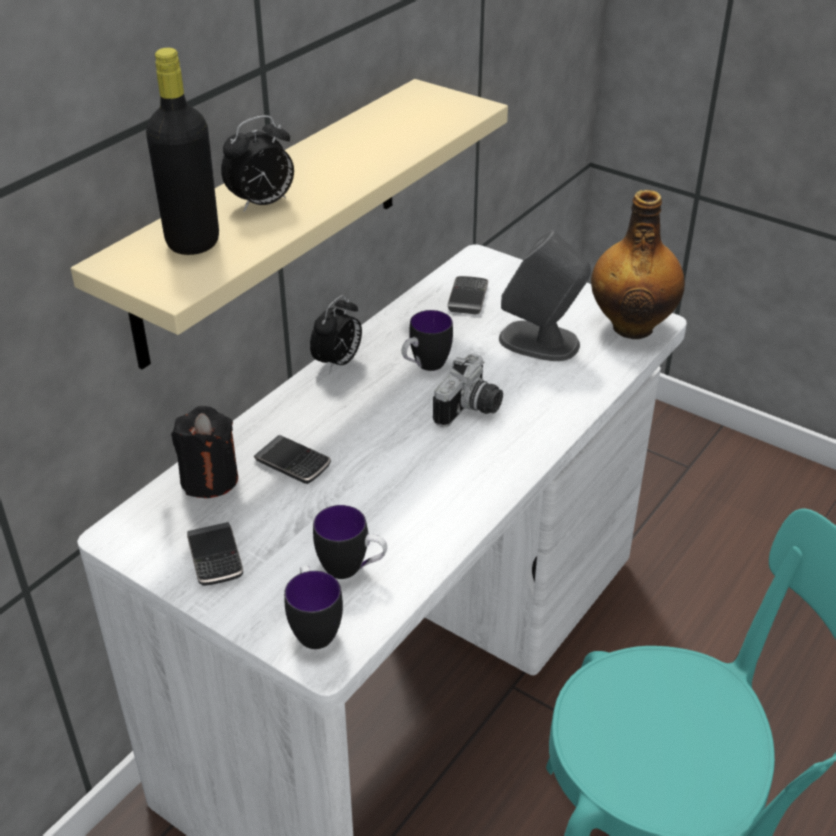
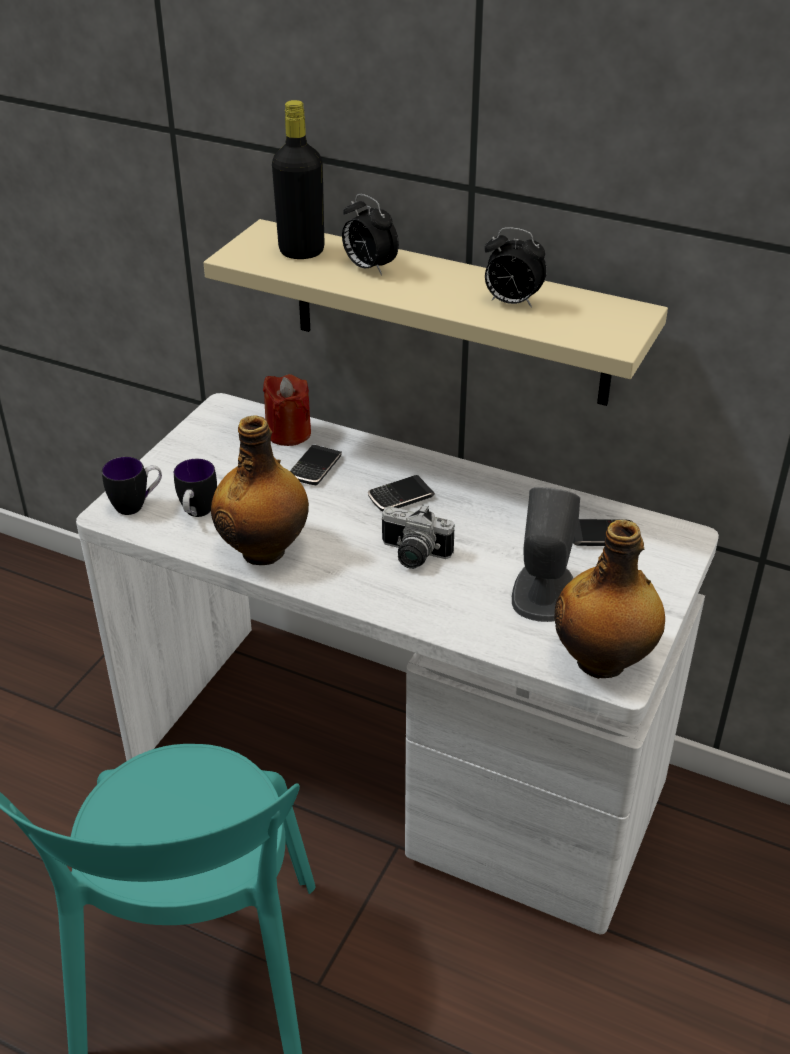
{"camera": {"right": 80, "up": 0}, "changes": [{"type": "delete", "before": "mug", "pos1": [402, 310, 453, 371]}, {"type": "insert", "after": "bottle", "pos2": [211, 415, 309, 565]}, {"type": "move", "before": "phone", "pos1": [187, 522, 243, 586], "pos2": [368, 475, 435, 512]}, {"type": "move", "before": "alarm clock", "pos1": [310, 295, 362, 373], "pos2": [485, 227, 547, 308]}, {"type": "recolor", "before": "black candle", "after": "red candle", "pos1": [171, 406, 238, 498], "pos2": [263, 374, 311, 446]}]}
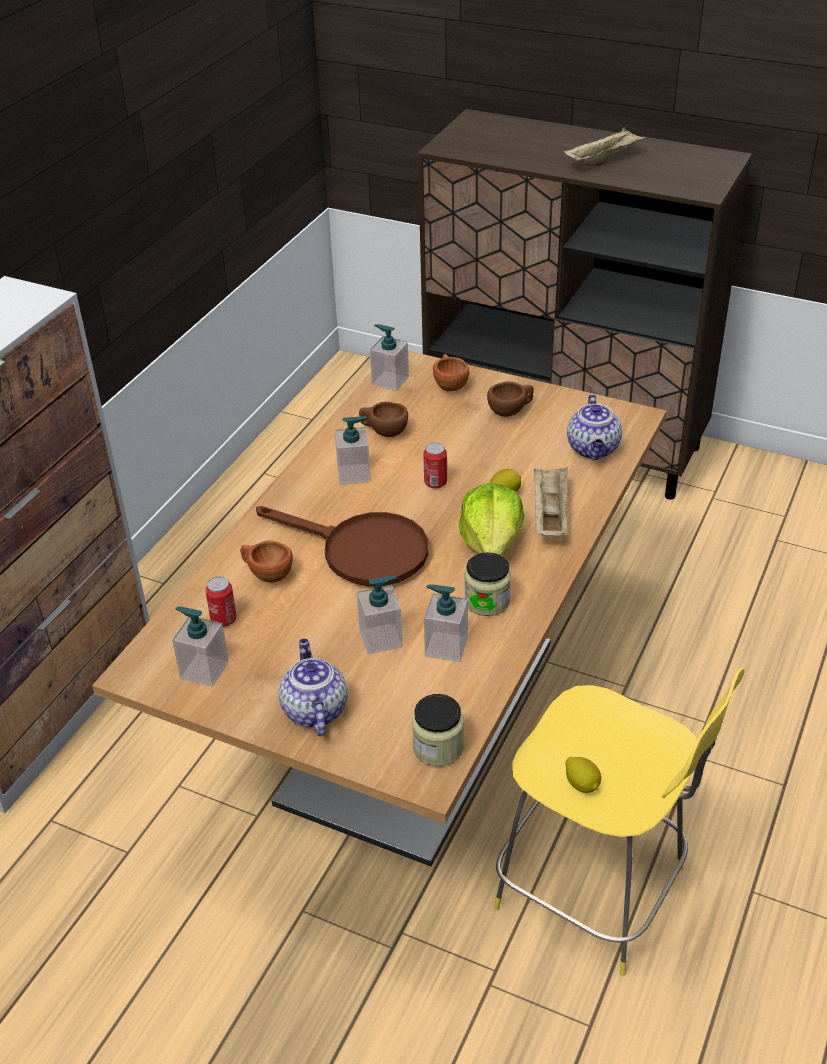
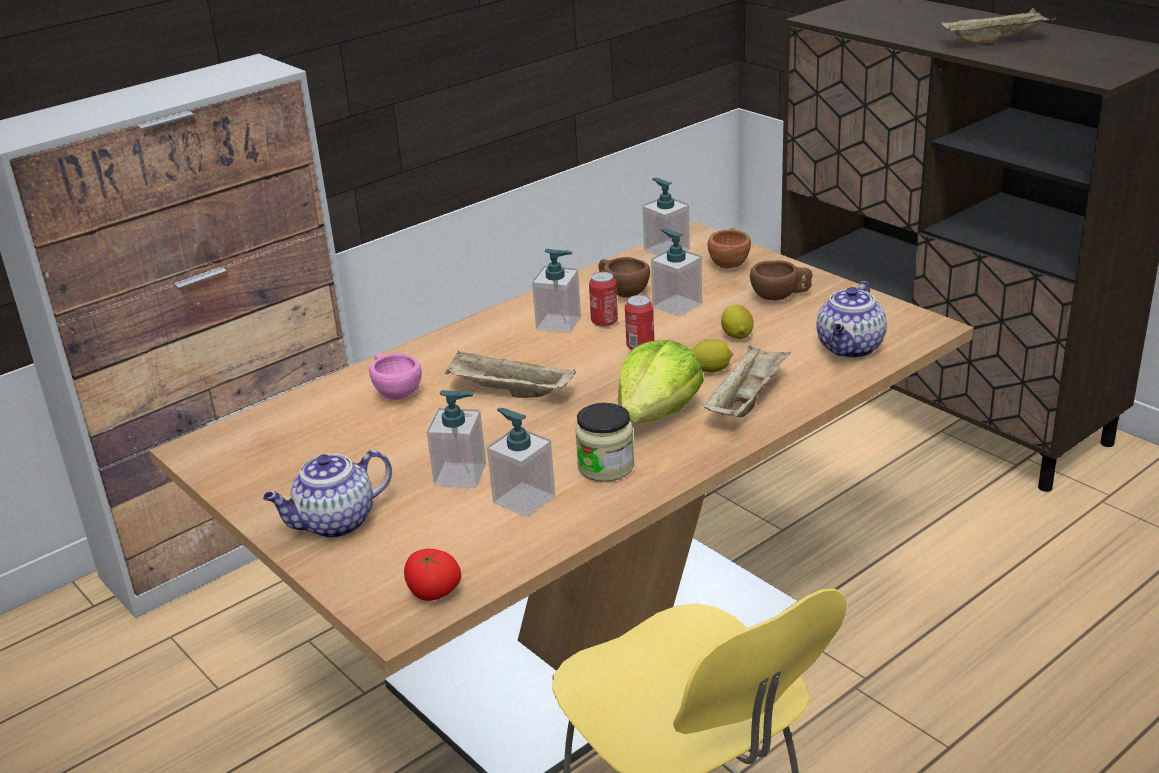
{"camera": {"right": 25, "up": -10}, "changes": [{"type": "move", "before": "soap dispenser", "pos1": [172, 607, 229, 687], "pos2": [651, 228, 702, 316]}, {"type": "move", "before": "can", "pos1": [205, 577, 237, 627], "pos2": [589, 272, 618, 327]}, {"type": "move", "before": "lemon", "pos1": [565, 757, 601, 793], "pos2": [721, 305, 754, 339]}, {"type": "replace", "before": "brown frying pan", "after": "beige tray", "pos1": [256, 506, 428, 586], "pos2": [445, 351, 576, 398]}, {"type": "replace", "before": "jar", "after": "tomato", "pos1": [412, 694, 464, 766], "pos2": [404, 549, 461, 601]}, {"type": "recolor", "before": "brown cup", "after": "pink cup", "pos1": [240, 540, 293, 583], "pos2": [369, 353, 422, 400]}, {"type": "rotate", "before": "teapot", "pos1": [279, 639, 348, 736], "pos2": [263, 450, 392, 538], "turn": -135}]}
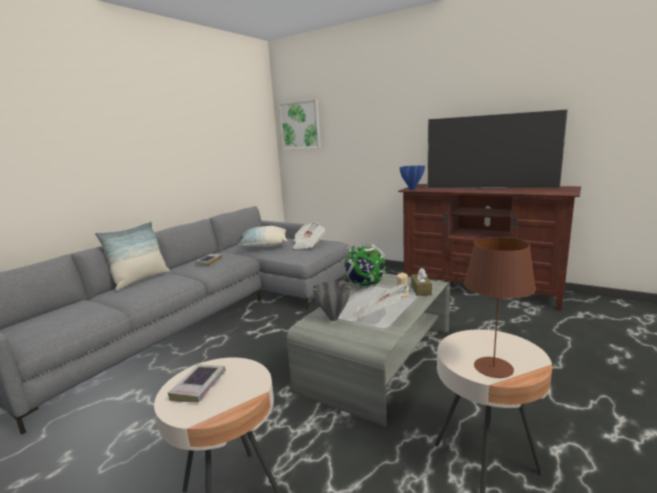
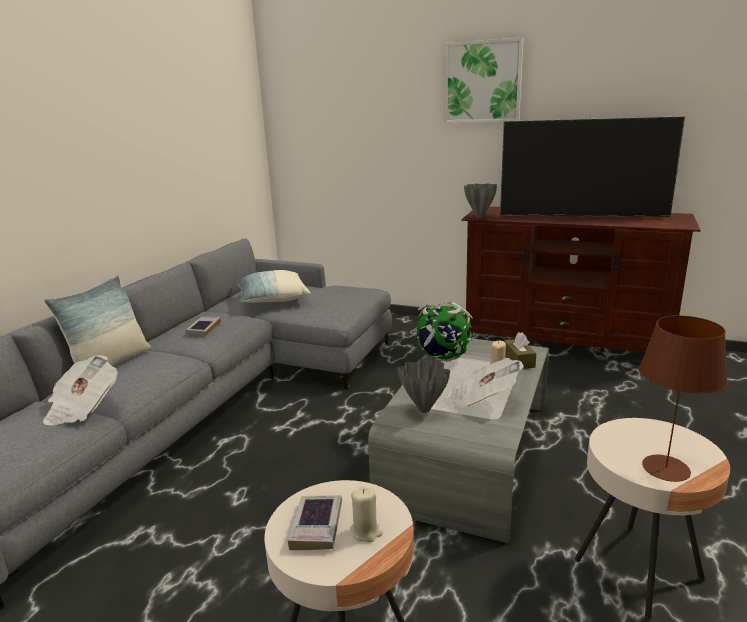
{"camera": {"right": -10, "up": 5}, "changes": [{"type": "insert", "after": "beige candle", "pos2": [350, 487, 383, 542]}, {"type": "move", "before": "picture", "pos1": [279, 99, 321, 150], "pos2": [444, 38, 524, 123]}, {"type": "move", "before": "newspaper", "pos1": [293, 222, 325, 249], "pos2": [43, 355, 117, 425]}, {"type": "recolor", "before": "blue vase", "after": "grey vase", "pos1": [400, 165, 425, 190], "pos2": [464, 184, 497, 218]}]}
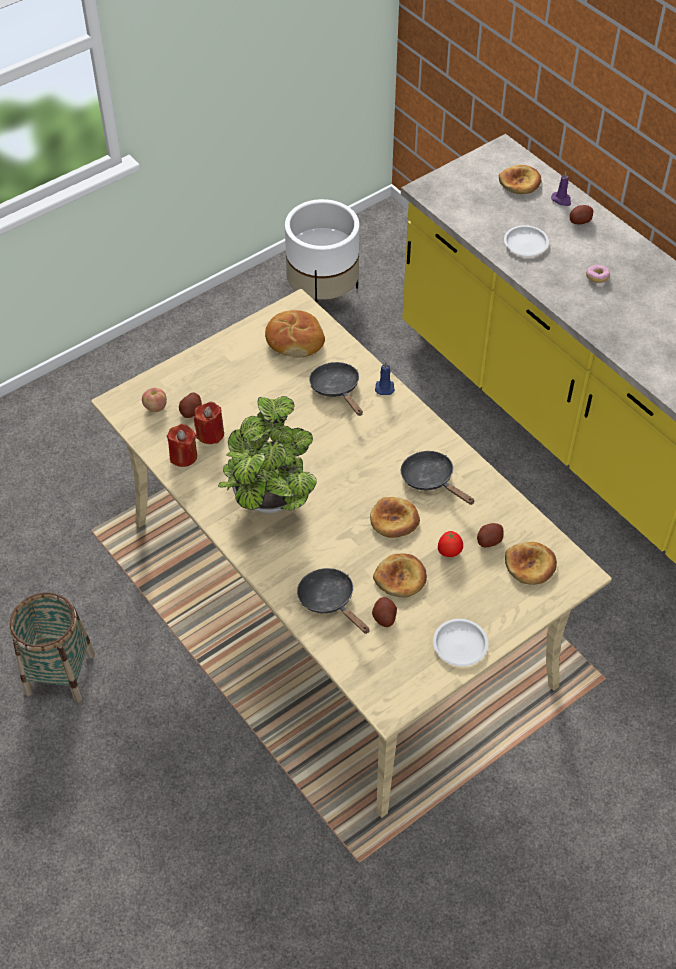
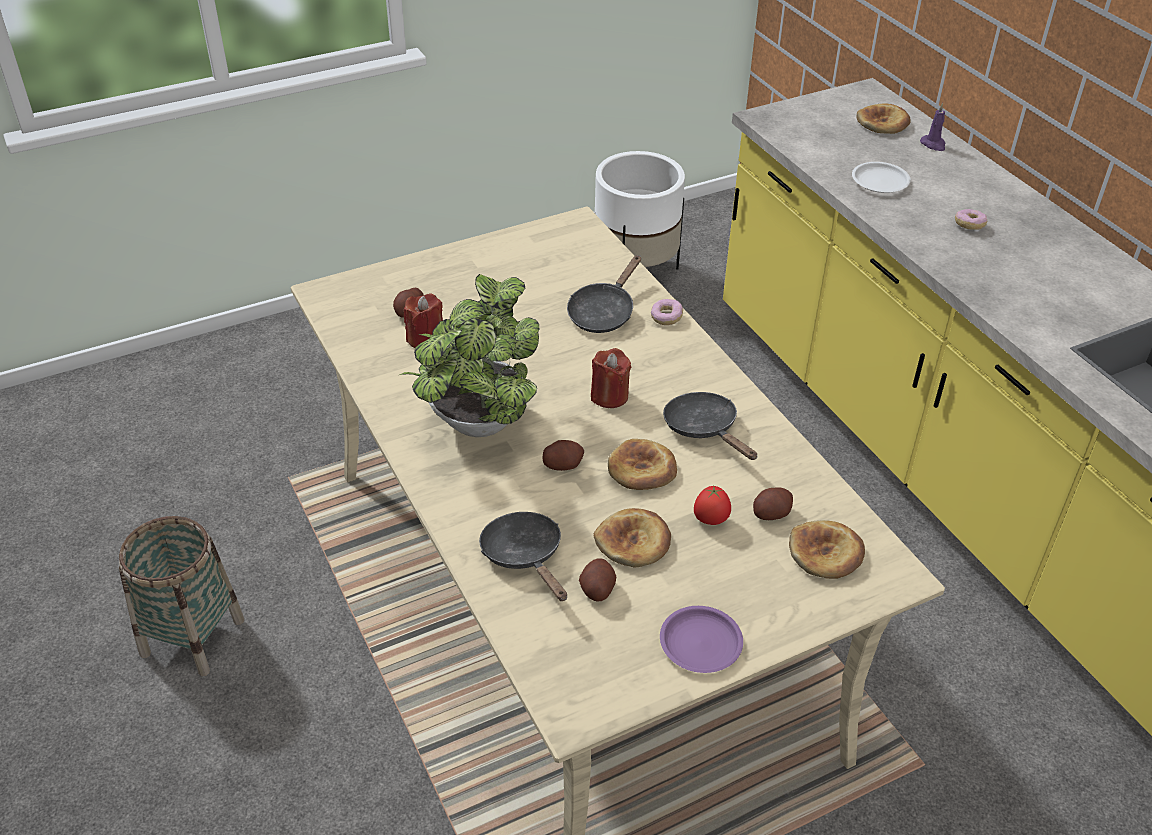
{"camera": {"right": 10, "up": -10}, "changes": [{"type": "delete", "before": "apple", "pos1": [142, 388, 167, 412]}, {"type": "delete", "before": "bread", "pos1": [265, 310, 325, 357]}, {"type": "move", "before": "red candle", "pos1": [167, 424, 197, 467], "pos2": [591, 348, 631, 408]}, {"type": "move", "before": "potato", "pos1": [570, 205, 593, 224], "pos2": [543, 440, 584, 471]}, {"type": "replace", "before": "blue candle", "after": "donut", "pos1": [375, 362, 395, 395], "pos2": [651, 299, 683, 325]}, {"type": "recolor", "before": "white plate", "after": "purple plate", "pos1": [433, 619, 488, 666], "pos2": [660, 606, 743, 673]}, {"type": "rotate", "before": "black frying pan", "pos1": [309, 362, 363, 416], "pos2": [567, 255, 641, 333], "turn": -135}]}
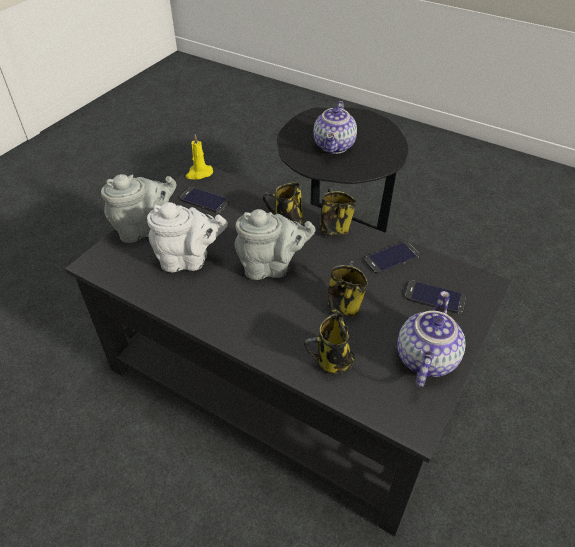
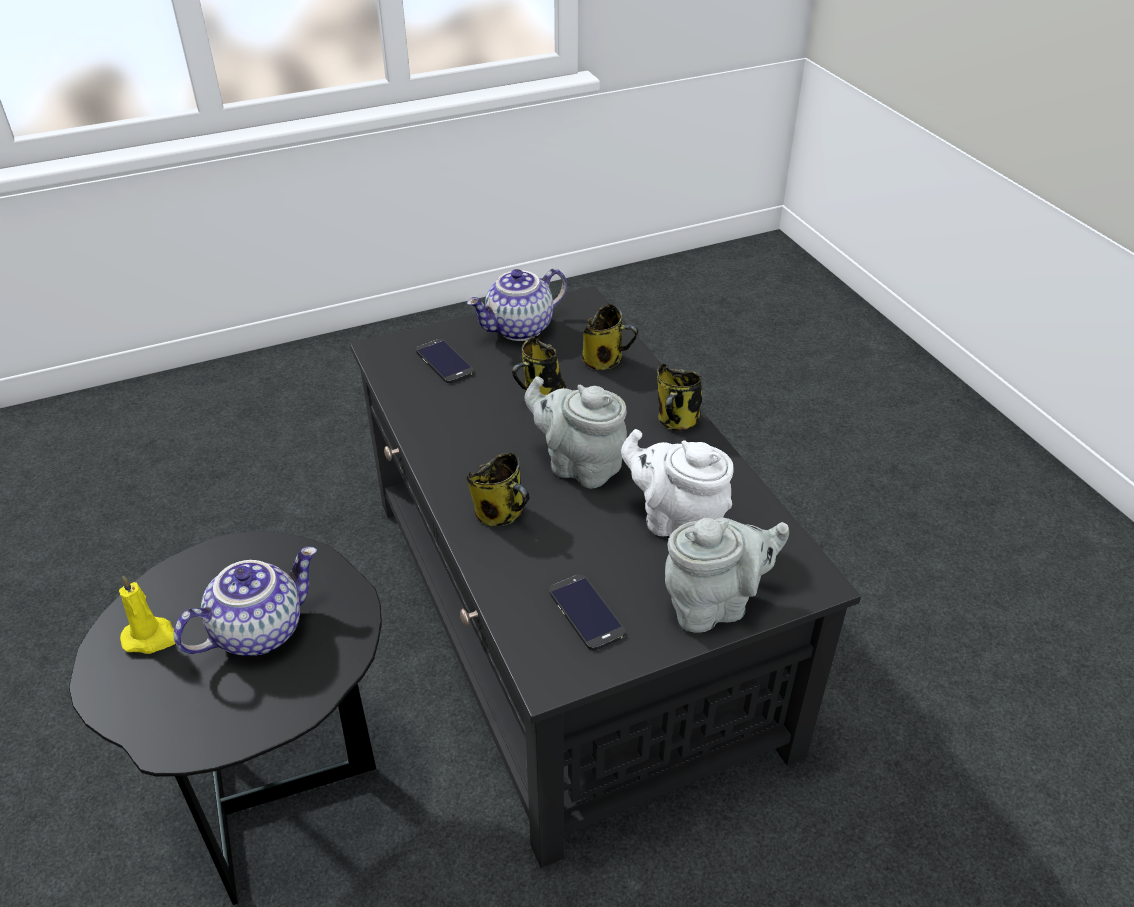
{"camera": {"right": -145, "up": -5}, "changes": [{"type": "delete", "before": "phone", "pos1": [364, 242, 419, 274]}, {"type": "move", "before": "yellow candle", "pos1": [186, 134, 213, 179], "pos2": [119, 575, 175, 654]}, {"type": "move", "before": "mug", "pos1": [320, 188, 356, 236], "pos2": [657, 364, 702, 431]}, {"type": "rotate", "before": "grey teapot", "pos1": [101, 174, 176, 243], "pos2": [665, 518, 789, 633], "turn": 150}]}
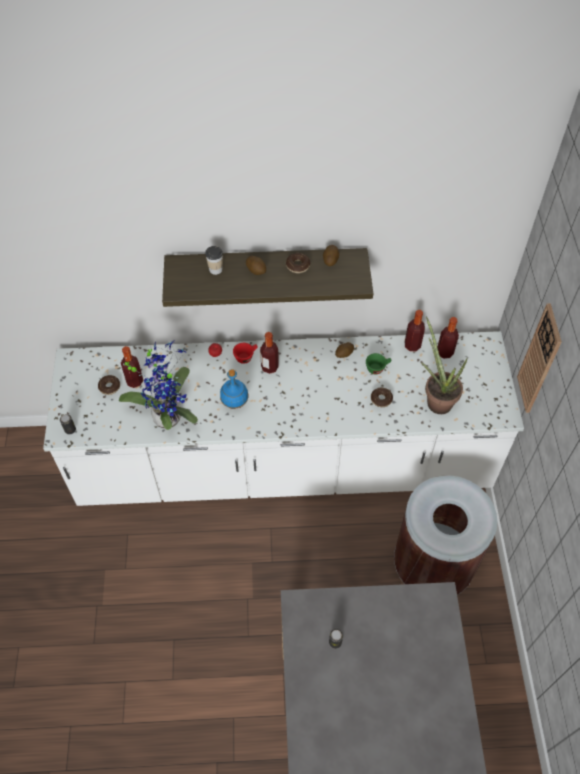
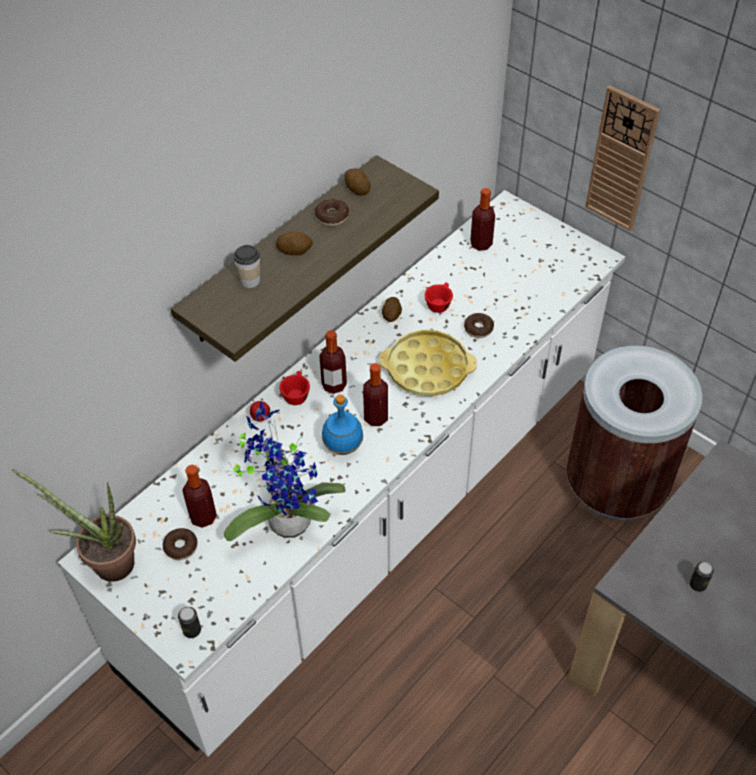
{"camera": {"right": -45, "up": -5}, "changes": [{"type": "insert", "after": "yellow tray", "pos2": [379, 330, 477, 396]}, {"type": "move", "before": "bottle", "pos1": [405, 310, 425, 351], "pos2": [363, 363, 388, 426]}, {"type": "move", "before": "potted plant", "pos1": [421, 316, 468, 414], "pos2": [12, 469, 136, 582]}, {"type": "recolor", "before": "green cup", "after": "red cup", "pos1": [366, 353, 392, 375], "pos2": [425, 282, 453, 313]}]}
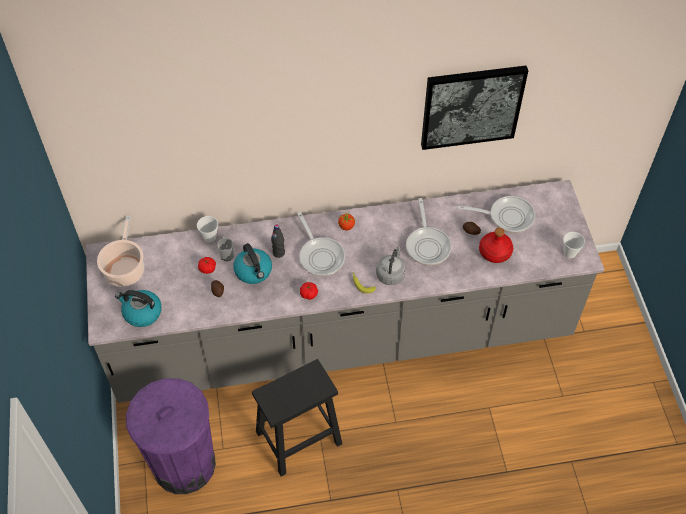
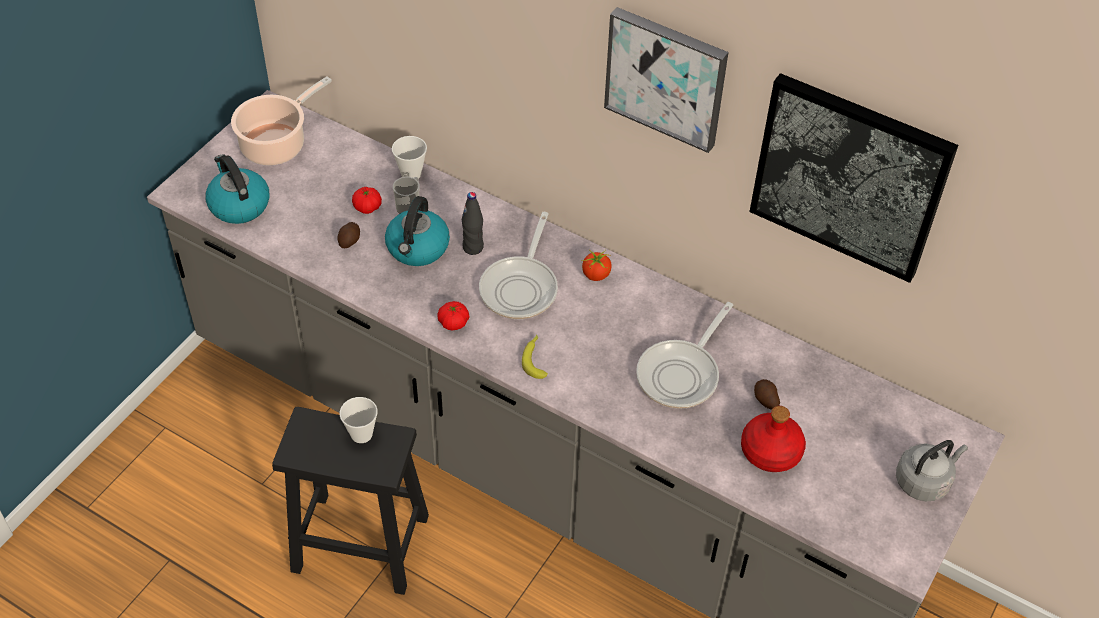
{"camera": {"right": 40, "up": -5}, "changes": [{"type": "delete", "before": "purple trash can", "pos1": [126, 378, 216, 494]}, {"type": "delete", "before": "frying pan", "pos1": [458, 196, 535, 233]}, {"type": "insert", "after": "picture", "pos2": [604, 7, 728, 153]}, {"type": "move", "before": "grey kettle", "pos1": [376, 246, 406, 285], "pos2": [896, 440, 968, 501]}, {"type": "move", "before": "cup", "pos1": [563, 232, 585, 258], "pos2": [340, 397, 378, 443]}]}
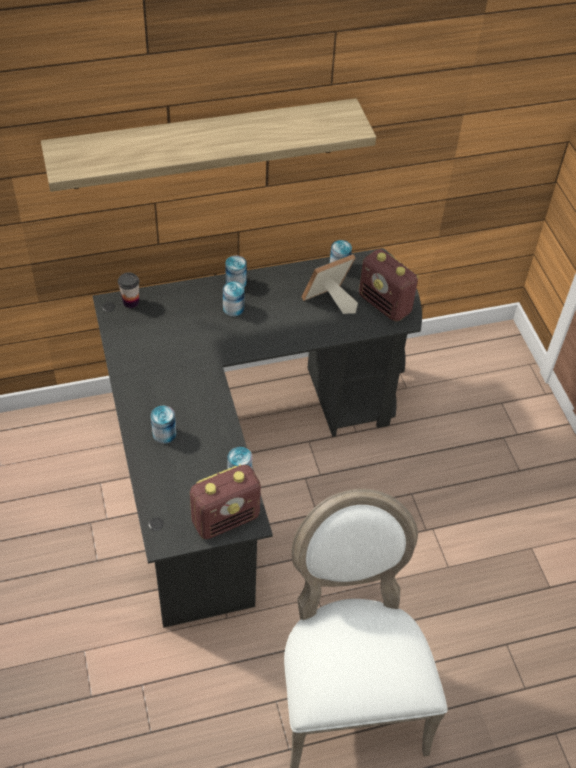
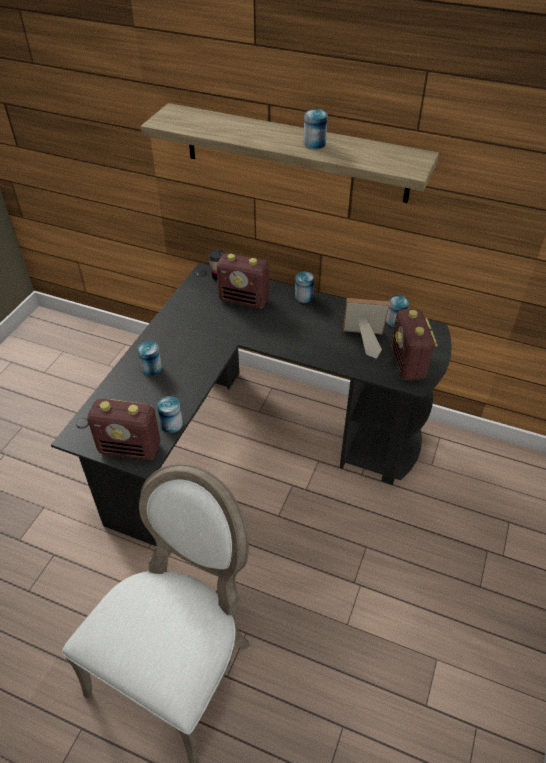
{"camera": {"right": 40, "up": -5}, "changes": [{"type": "insert", "after": "radio", "pos2": [216, 253, 269, 309]}, {"type": "move", "before": "can", "pos1": [223, 281, 244, 317], "pos2": [303, 109, 328, 149]}]}
